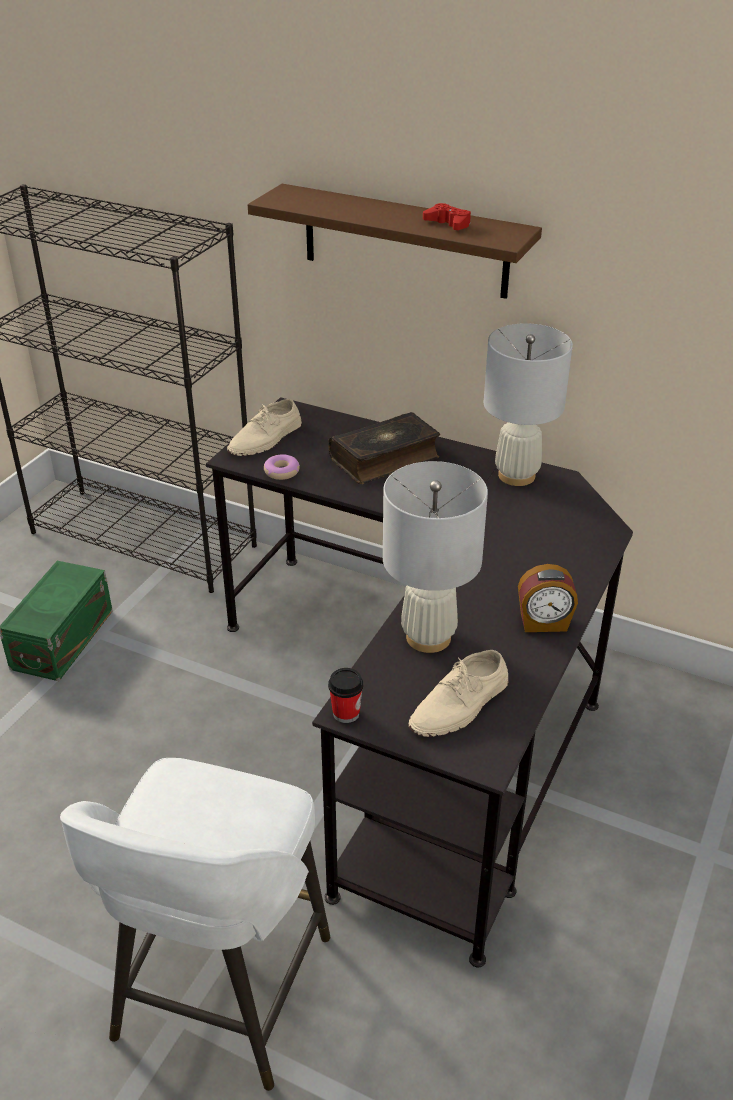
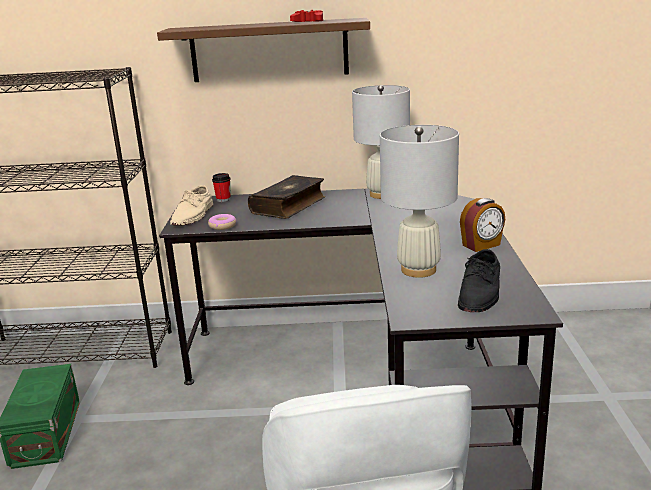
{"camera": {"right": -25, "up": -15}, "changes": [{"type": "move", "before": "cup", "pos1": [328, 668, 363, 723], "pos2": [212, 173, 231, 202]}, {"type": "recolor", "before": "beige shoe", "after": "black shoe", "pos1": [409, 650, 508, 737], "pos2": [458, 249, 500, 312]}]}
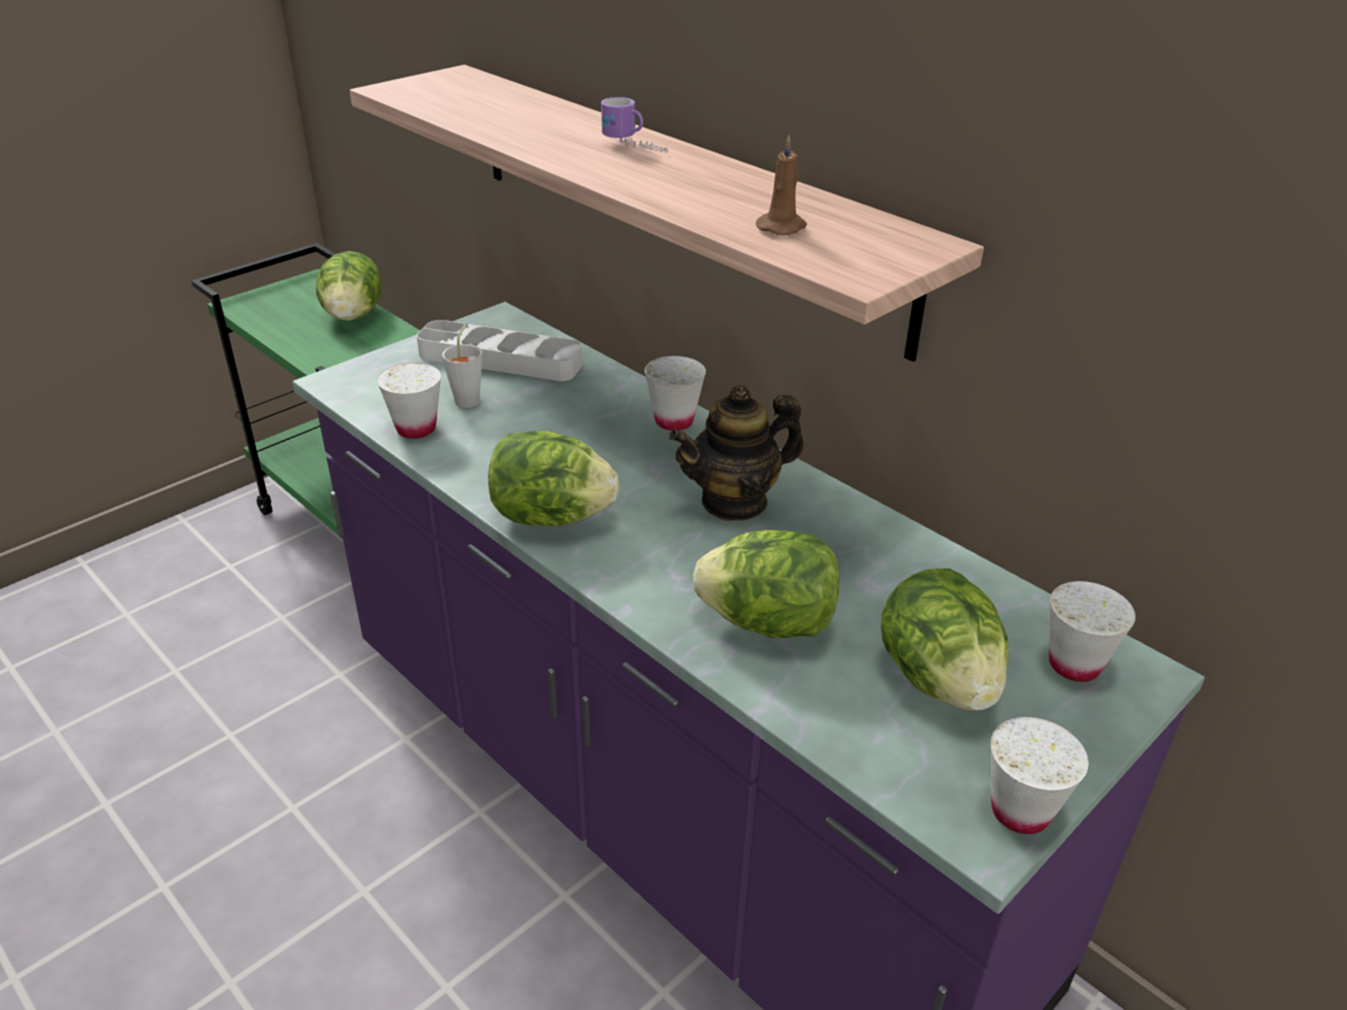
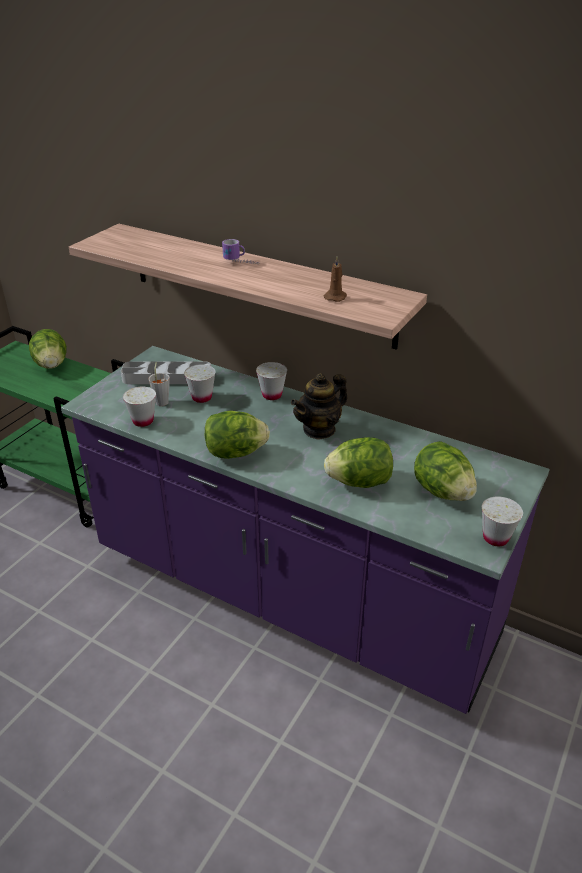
{"camera": {"right": -15, "up": 0}, "changes": [{"type": "move", "before": "white cup", "pos1": [1049, 581, 1136, 682], "pos2": [184, 364, 216, 403]}]}
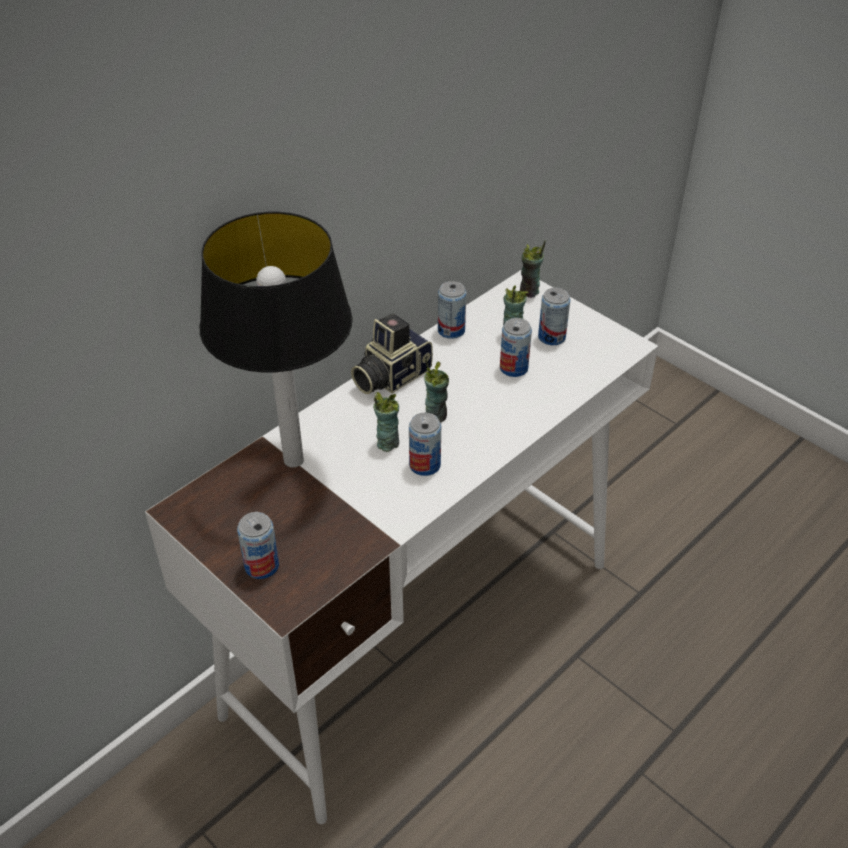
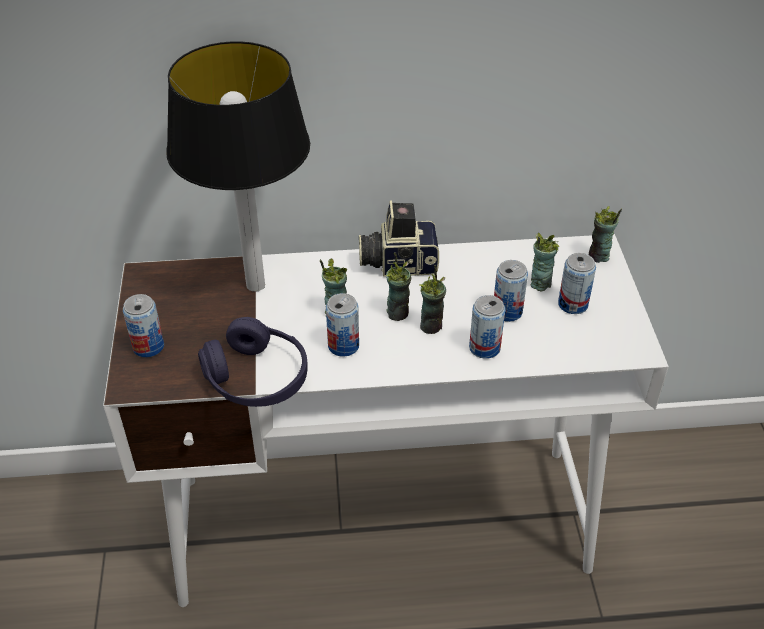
{"camera": {"right": 40, "up": 0}, "changes": [{"type": "insert", "after": "purple headphones", "pos2": [198, 317, 308, 407]}, {"type": "insert", "after": "cup", "pos2": [419, 265, 446, 334]}, {"type": "move", "before": "can", "pos1": [438, 281, 466, 339], "pos2": [469, 295, 505, 359]}]}
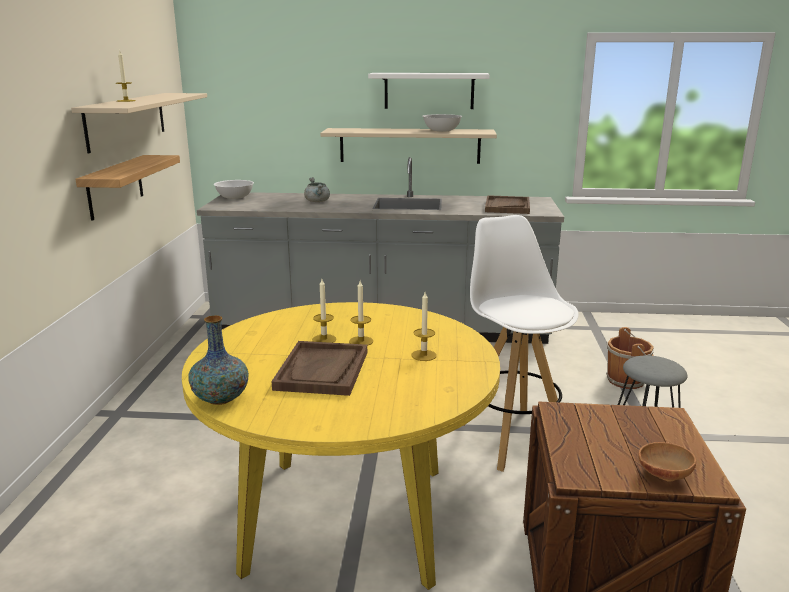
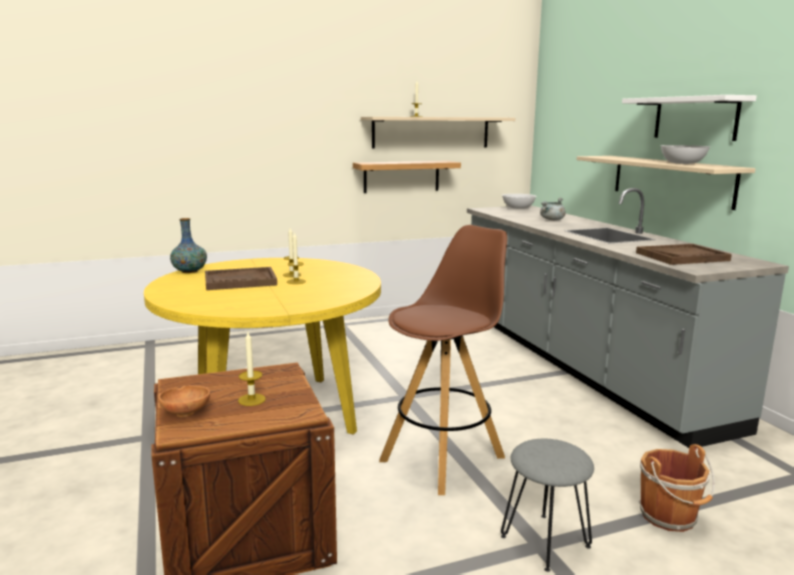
{"camera": {"right": 65, "up": -5}, "changes": [{"type": "move", "before": "candle", "pos1": [411, 292, 437, 361], "pos2": [238, 332, 266, 406]}, {"type": "recolor", "before": "white stool", "after": "brown stool", "pos1": [463, 215, 579, 472], "pos2": [379, 225, 507, 495]}]}
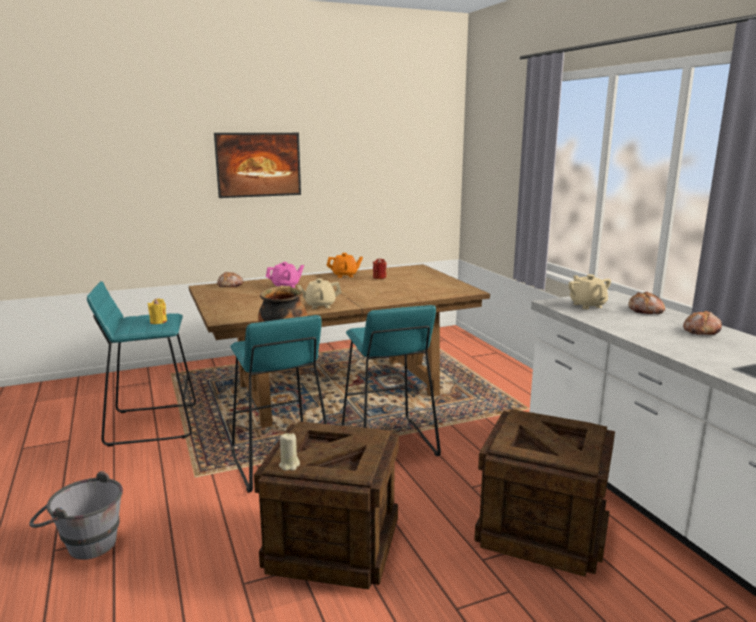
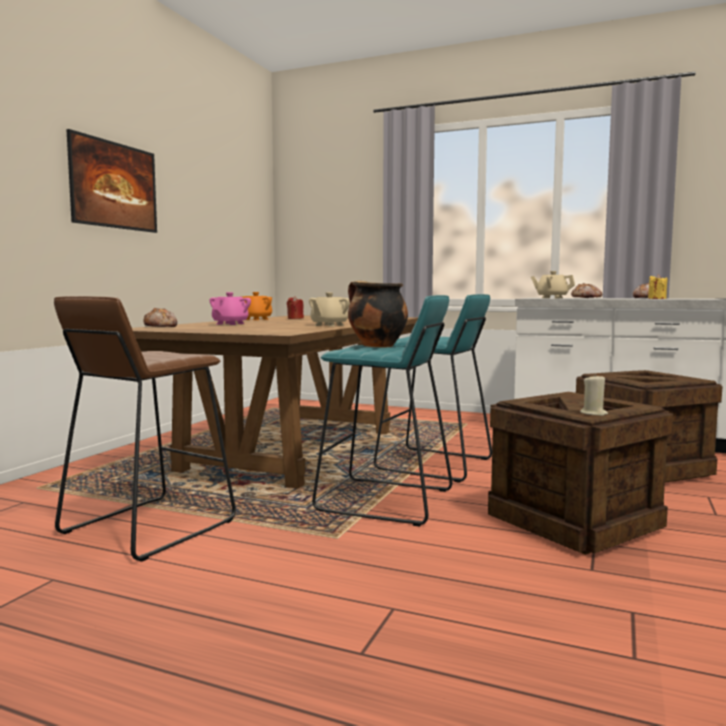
{"camera": {"right": -45, "up": -10}, "changes": [{"type": "delete", "before": "grey bucket", "pos1": [29, 471, 123, 560]}, {"type": "move", "before": "yellow candle", "pos1": [148, 299, 167, 324], "pos2": [648, 274, 668, 299]}, {"type": "recolor", "before": "turquoise stool", "after": "brown stool", "pos1": [87, 281, 196, 447], "pos2": [54, 296, 236, 562]}]}
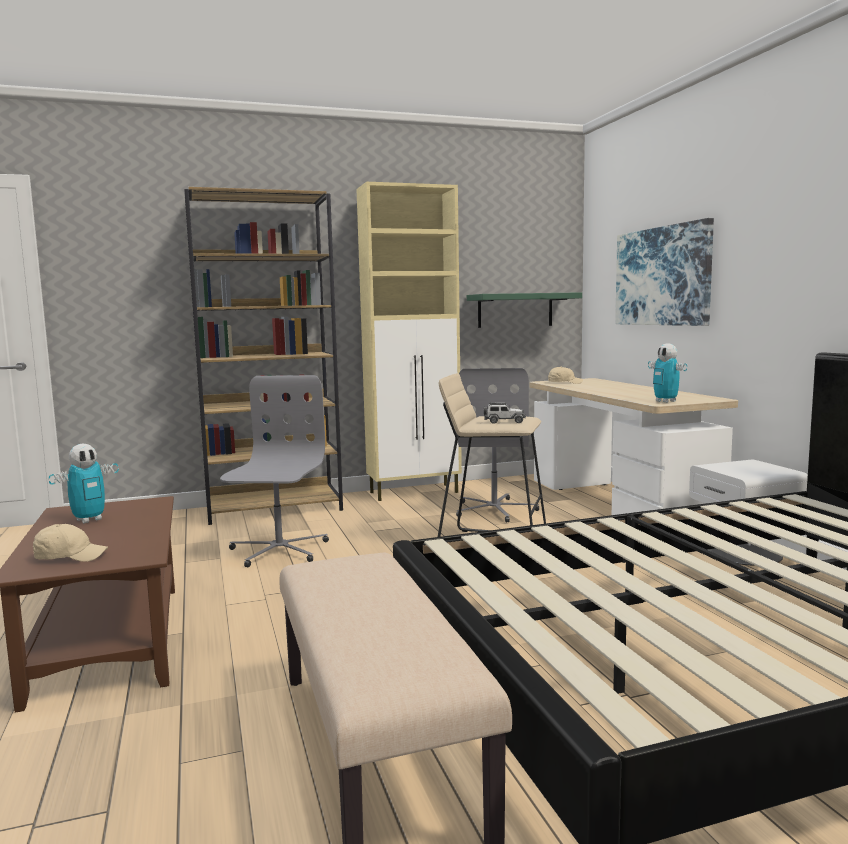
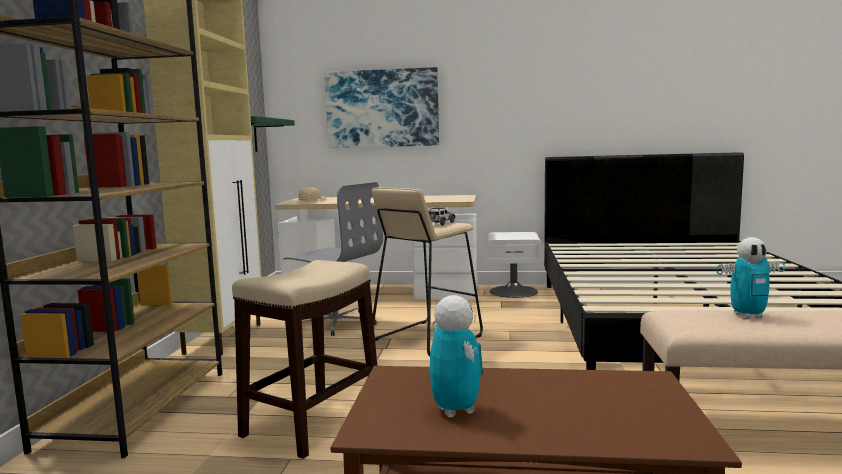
{"camera": {"right": -65, "up": 0}, "changes": [{"type": "delete", "before": "beige cap", "pos1": [33, 524, 108, 562]}, {"type": "move", "before": "toy robot", "pos1": [648, 343, 688, 403], "pos2": [717, 237, 785, 319]}, {"type": "replace", "before": "grey office chair", "after": "stool", "pos1": [220, 375, 329, 567], "pos2": [232, 260, 377, 459]}]}
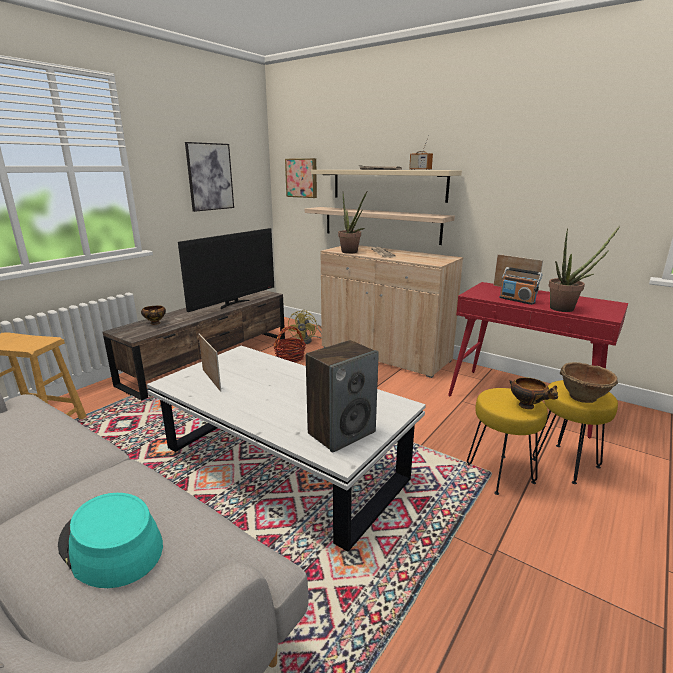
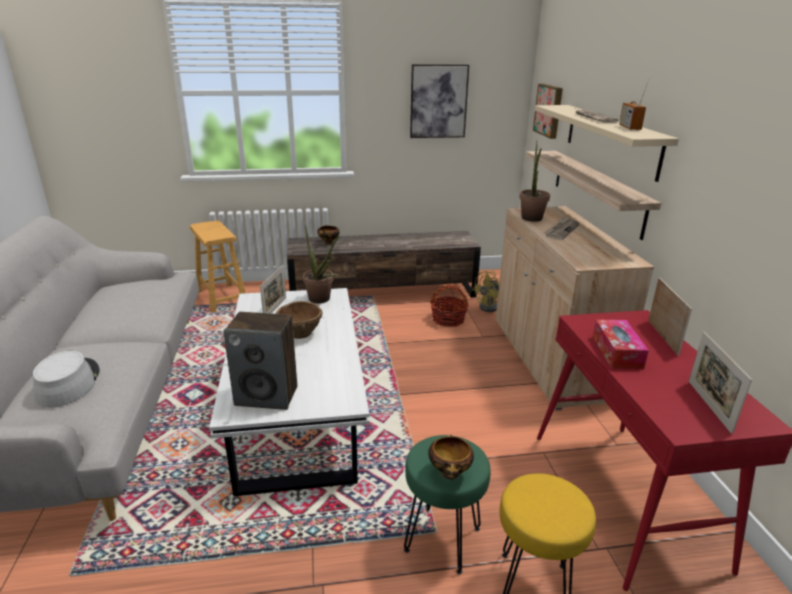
{"camera": {"right": 45, "up": 5}, "changes": [{"type": "delete", "before": "television", "pos1": [178, 228, 274, 312]}, {"type": "insert", "after": "picture frame", "pos2": [689, 332, 752, 434]}, {"type": "move", "before": "potted plant", "pos1": [549, 226, 620, 312], "pos2": [303, 224, 339, 304]}, {"type": "move", "before": "brown bowl", "pos1": [560, 362, 618, 403], "pos2": [276, 301, 323, 339]}, {"type": "replace", "before": "radio", "after": "tissue box", "pos1": [499, 267, 543, 305], "pos2": [593, 319, 649, 369]}, {"type": "recolor", "before": "turquoise hat", "after": "grey hat", "pos1": [58, 493, 163, 588], "pos2": [33, 351, 100, 408]}, {"type": "recolor", "before": "yellow stool", "after": "green stool", "pos1": [467, 388, 548, 495], "pos2": [404, 435, 491, 574]}]}
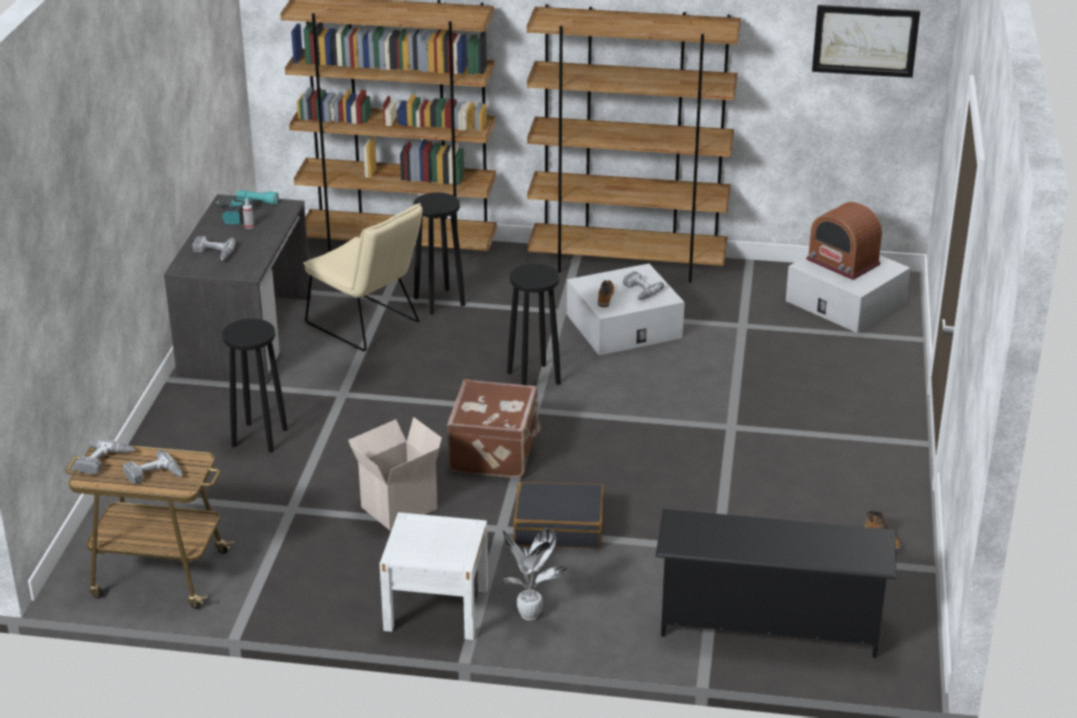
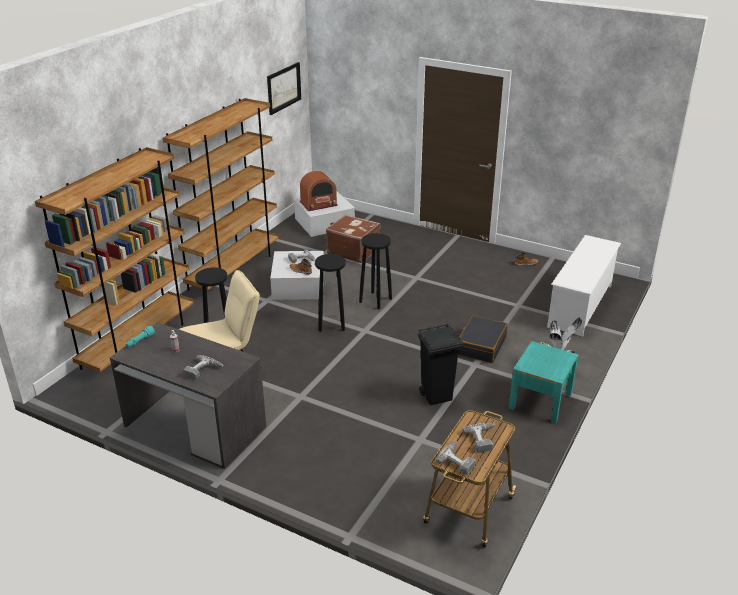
{"camera": {"right": -70, "up": 0}, "changes": [{"type": "delete", "before": "power drill", "pos1": [215, 198, 255, 225]}, {"type": "move", "before": "black stool", "pos1": [222, 319, 288, 453], "pos2": [359, 233, 392, 310]}, {"type": "move", "before": "brown suitcase", "pos1": [447, 379, 541, 478], "pos2": [326, 214, 380, 263]}, {"type": "replace", "before": "cardboard box", "after": "black trash can", "pos1": [348, 417, 442, 531], "pos2": [418, 324, 464, 405]}, {"type": "recolor", "before": "white nightstand", "after": "turquoise nightstand", "pos1": [380, 512, 488, 640], "pos2": [509, 341, 578, 424]}, {"type": "recolor", "before": "black shoe rack", "after": "white shoe rack", "pos1": [655, 509, 896, 658], "pos2": [547, 235, 621, 336]}]}
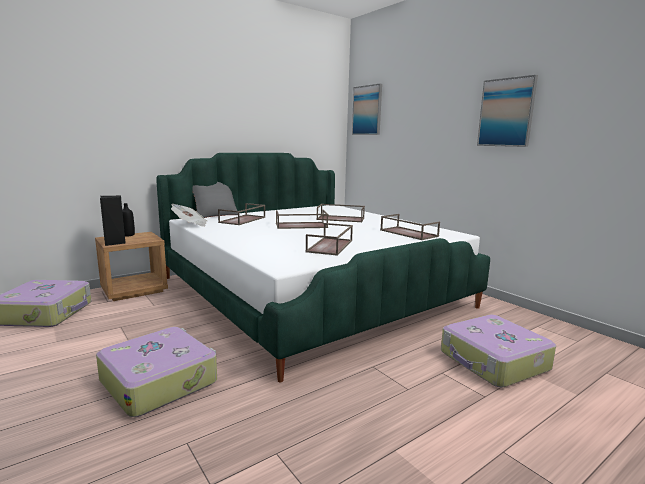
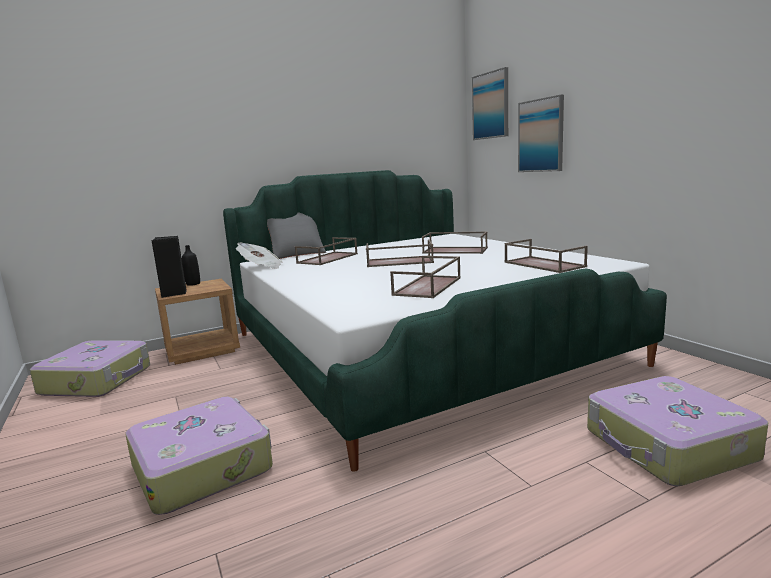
{"camera": {"right": 10, "up": 0}, "changes": [{"type": "move", "before": "picture", "pos1": [477, 75, 538, 147], "pos2": [518, 95, 564, 172]}]}
